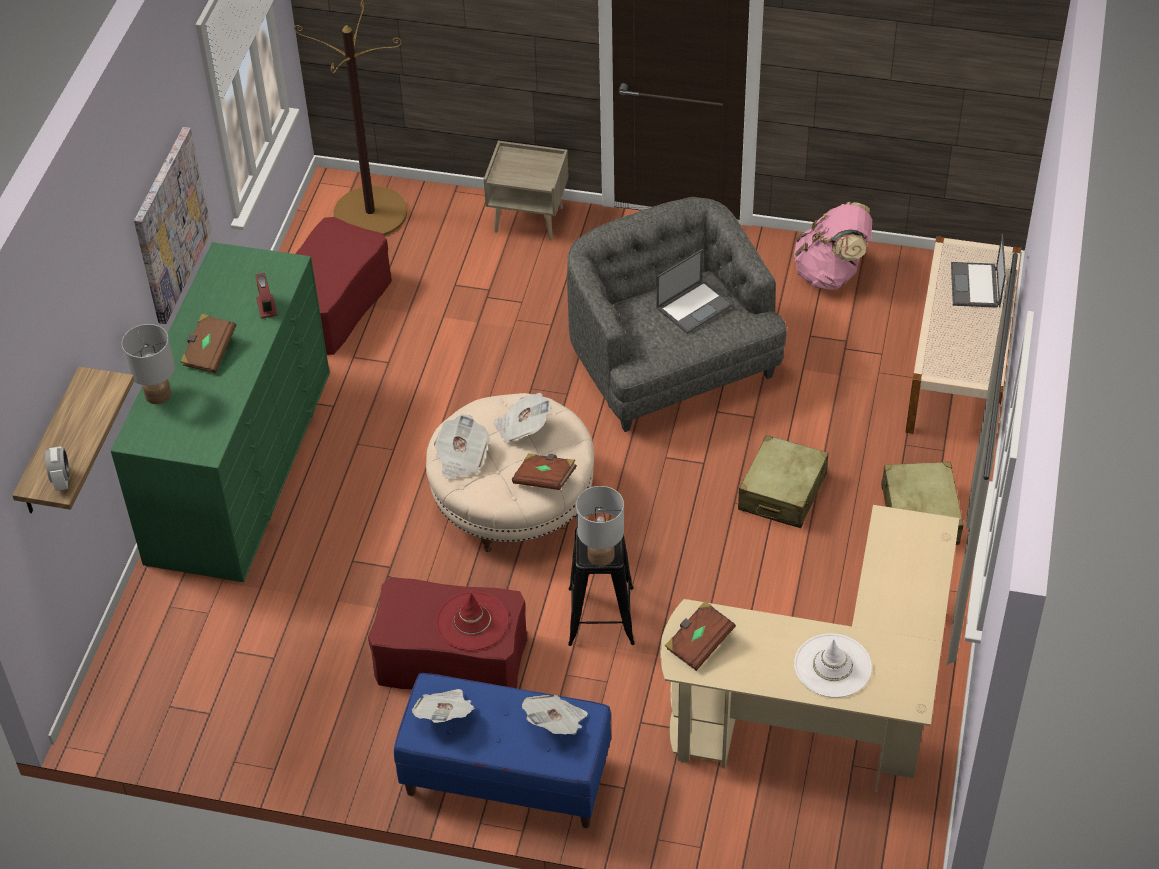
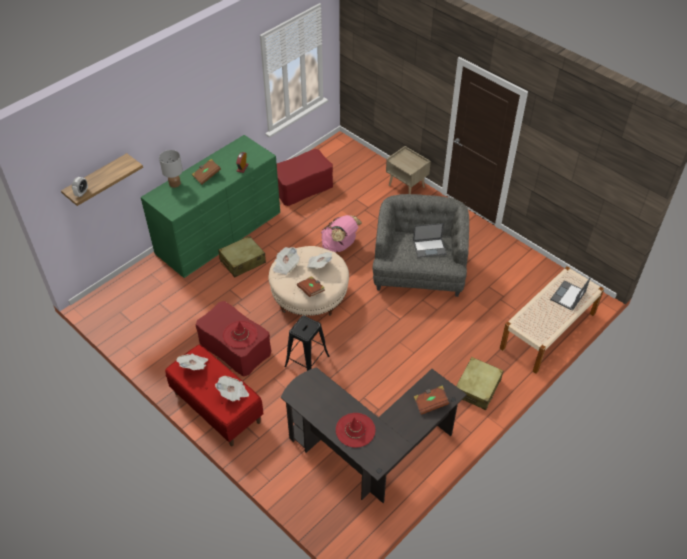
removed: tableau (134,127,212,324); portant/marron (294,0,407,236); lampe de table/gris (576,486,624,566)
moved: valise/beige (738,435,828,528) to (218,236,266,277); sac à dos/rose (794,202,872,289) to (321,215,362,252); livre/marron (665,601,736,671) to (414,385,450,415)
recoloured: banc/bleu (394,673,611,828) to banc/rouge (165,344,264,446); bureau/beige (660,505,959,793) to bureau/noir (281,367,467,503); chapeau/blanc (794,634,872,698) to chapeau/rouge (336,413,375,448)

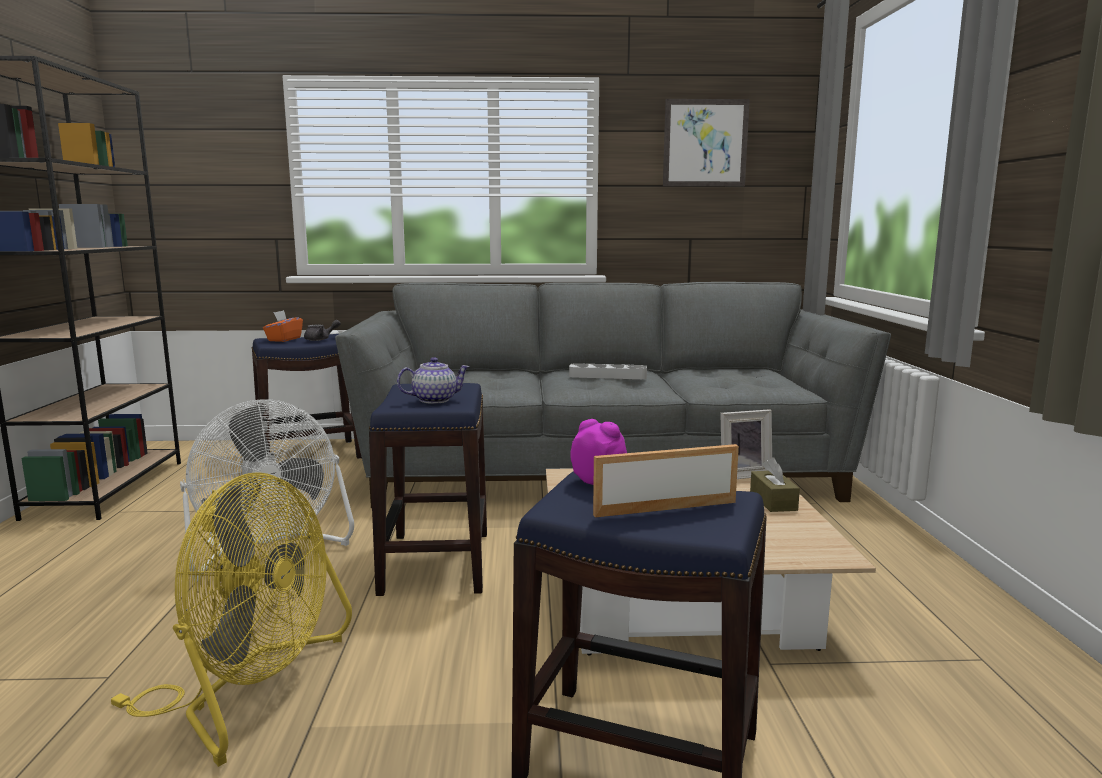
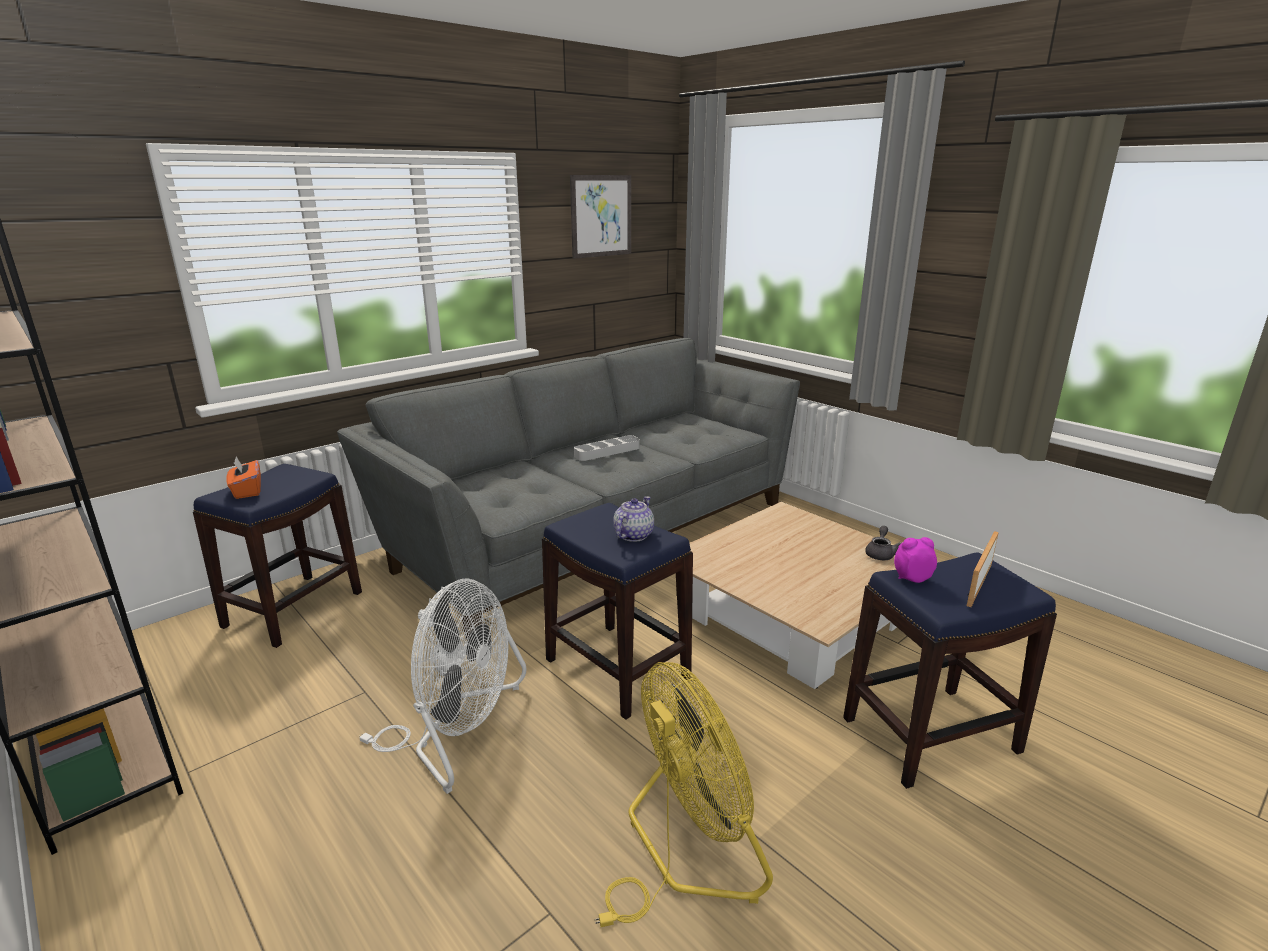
removed: cadre photo (720,409,772,479); boîte à mouchoirs/marron (750,457,800,512)
moved: théière/gris (304,320,341,341) to (865,526,902,560)

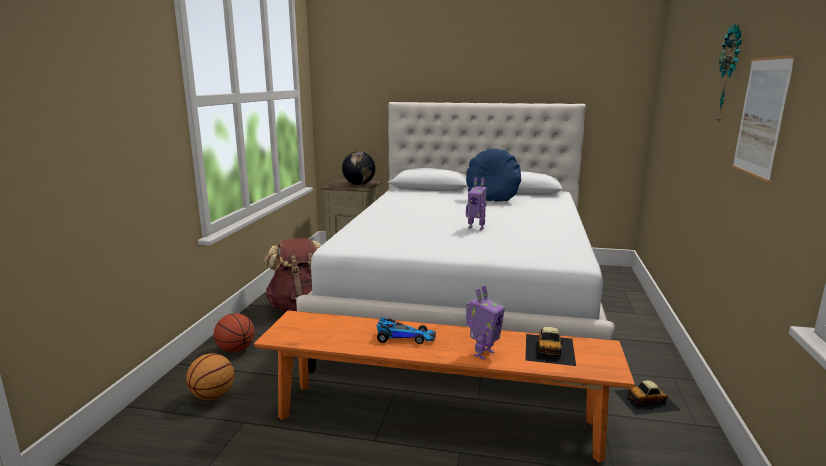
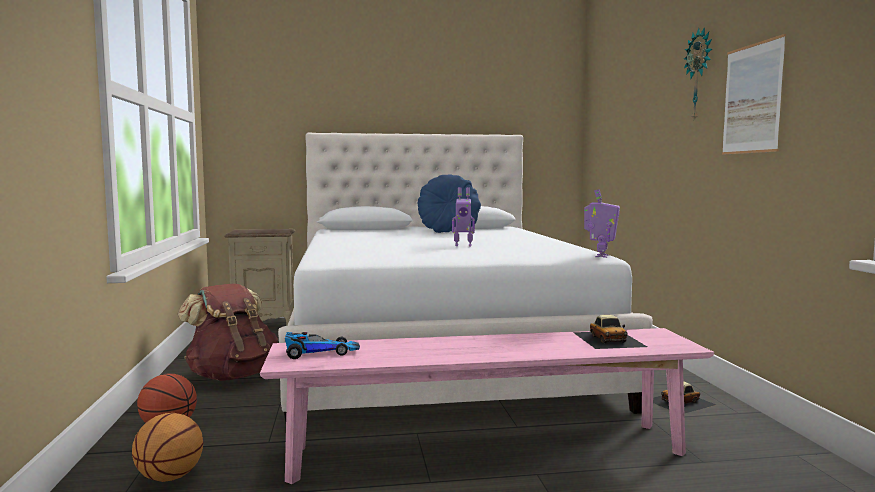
removed: globe (342,151,376,185)
moved: petite voiture (376,317,436,344) to (285,332,360,359); robot jouet (466,285,505,360) to (584,189,620,258)
recoloured: banc/orange (254,310,635,463) to banc/rose (260,328,714,484)

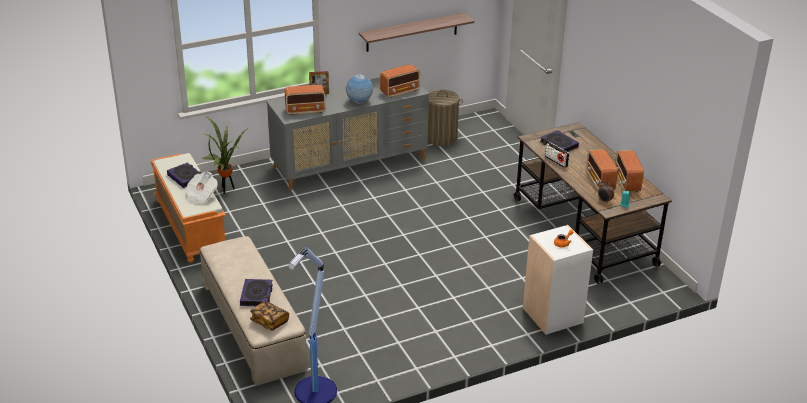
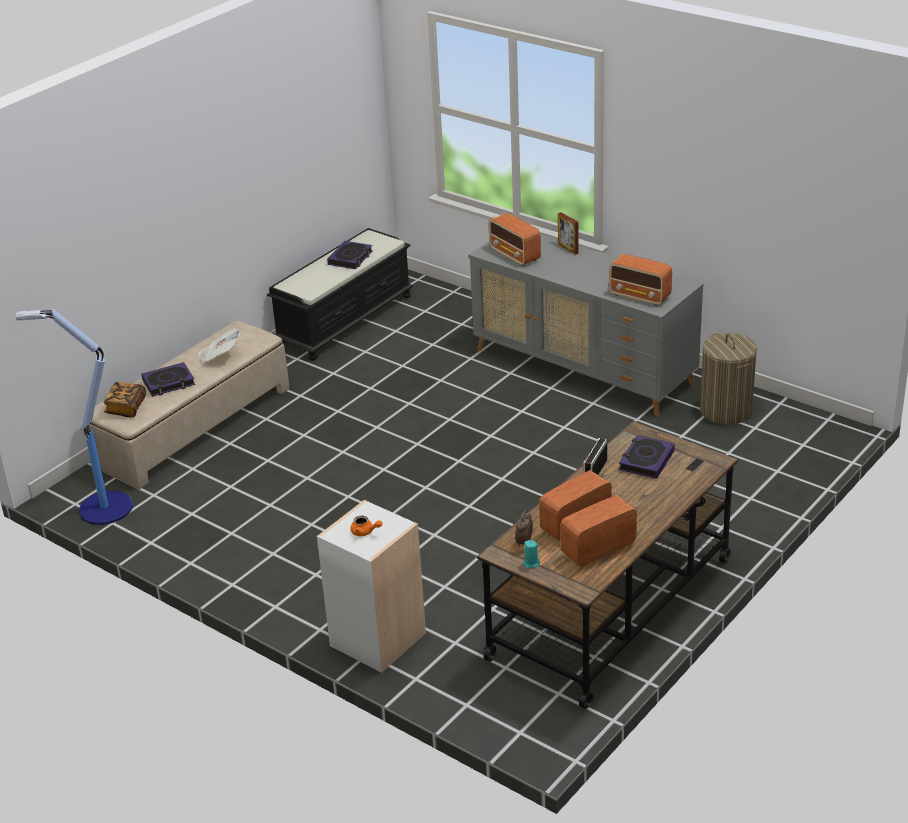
removed: plante en pot (202,117,248,194); globe (346,74,373,104); étagère (359,13,474,52)
moved: journal (186,172,218,204) to (198,328,241,364)
recoloured: banc/orange (150,153,226,263) to banc/noir (267,228,413,361)

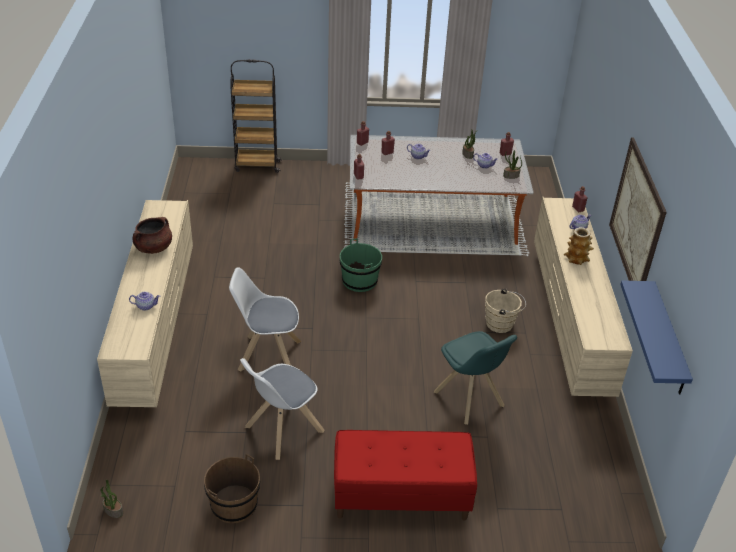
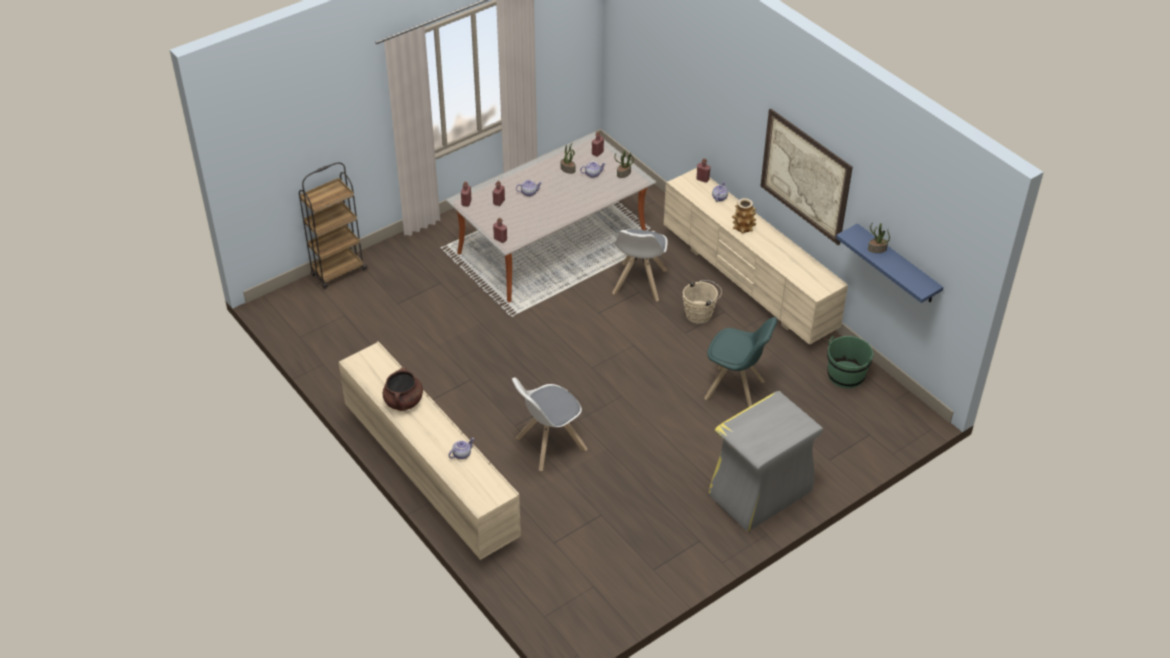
removed: seau/marron (204,454,260,523)
moved: chaise (240,358,324,460) to (612,229,668,302); seau/vert (339,238,382,292) to (827,336,874,388); plante en pot (101,480,123,518) to (868,223,890,253)
replaced: banc/rouge (334,430,477,521) to table de chevet/gris (709,391,823,531)

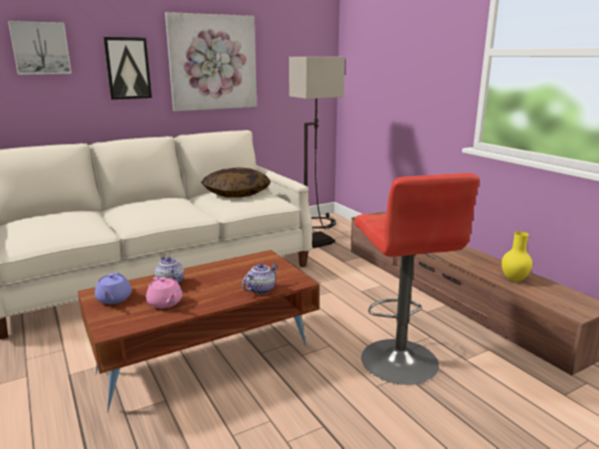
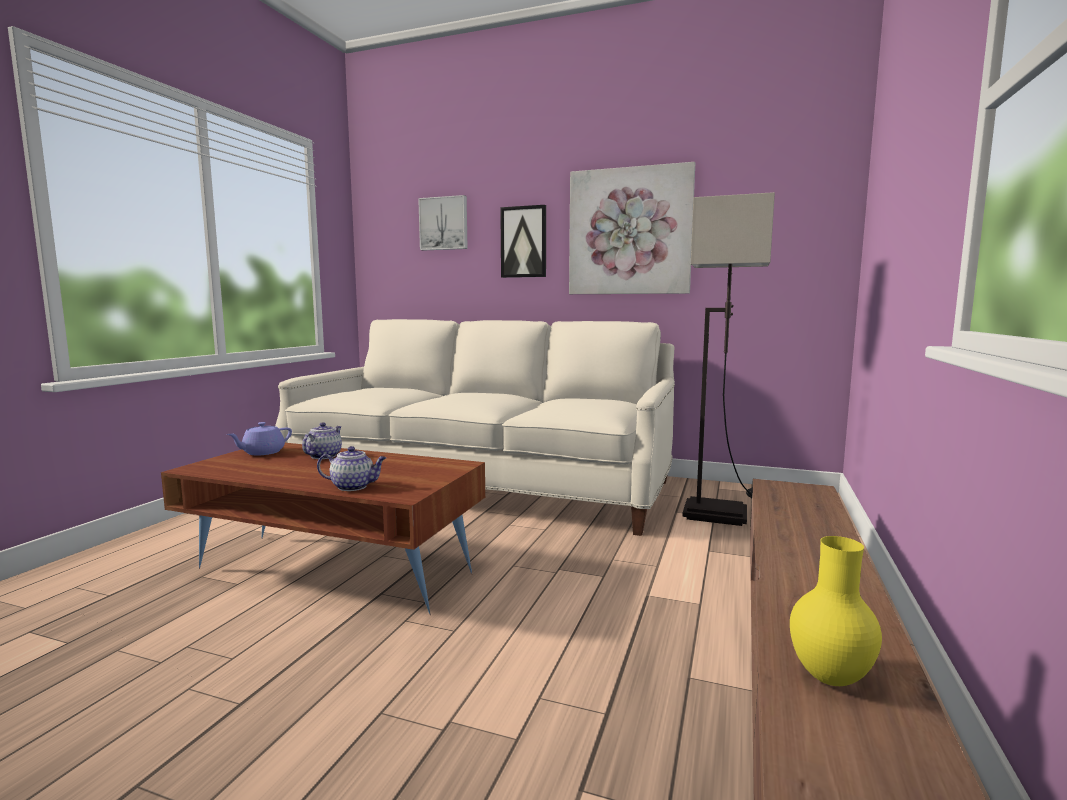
removed: théière/rose (146,277,183,308); coussin (201,167,271,198); tabouret/rouge (355,173,480,385)

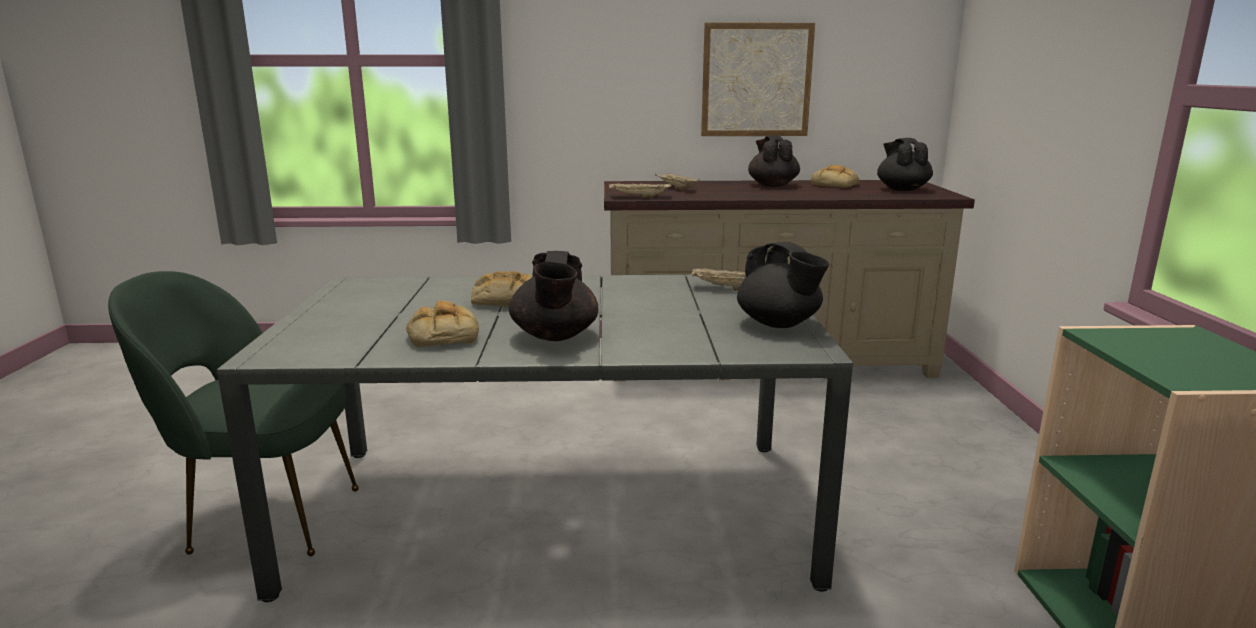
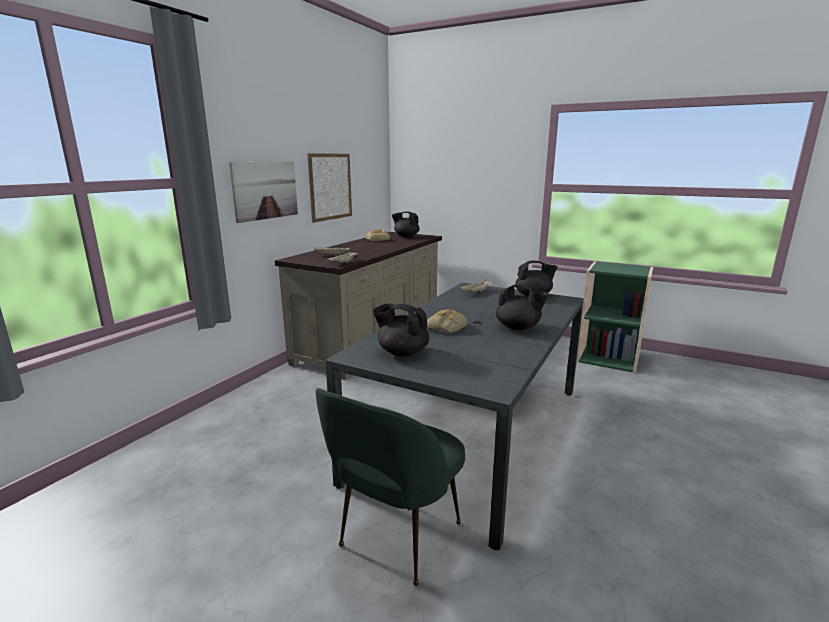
removed: pain (406,301,479,347)
added: tableau (229,161,298,223)
moved: théière/noir (748,135,800,187) to (372,304,429,357)

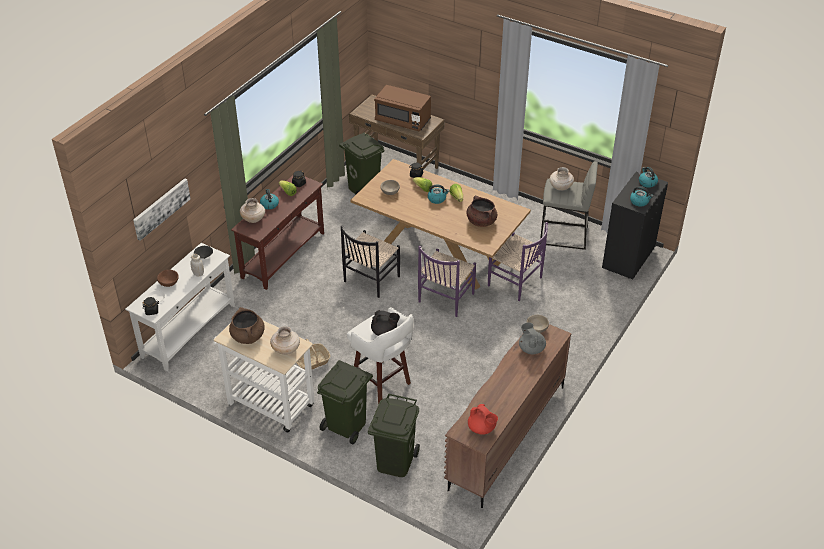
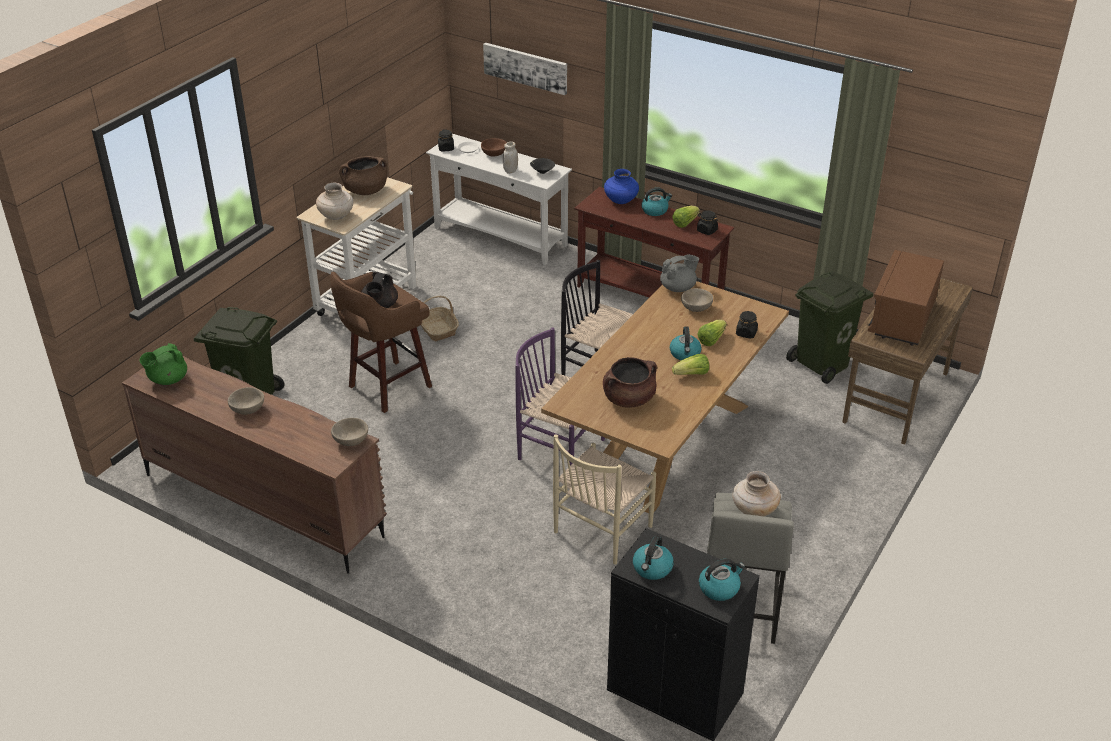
removed: poubelle/vert (317,360,373,445)
added: bol/beige (227,387,264,415)
moved: théière/gris (519,322,546,354) to (660,255,699,292)
recoloured: théière/rouge (468,404,498,435) to théière/vert (139,343,187,385); tabouret/blanc (347,307,413,404) to tabouret/marron (330,272,432,413); chaise/violet (488,222,548,301) to chaise/beige (553,434,656,565); vase/beige (240,198,265,223) to vase/bleu (604,169,639,204)

